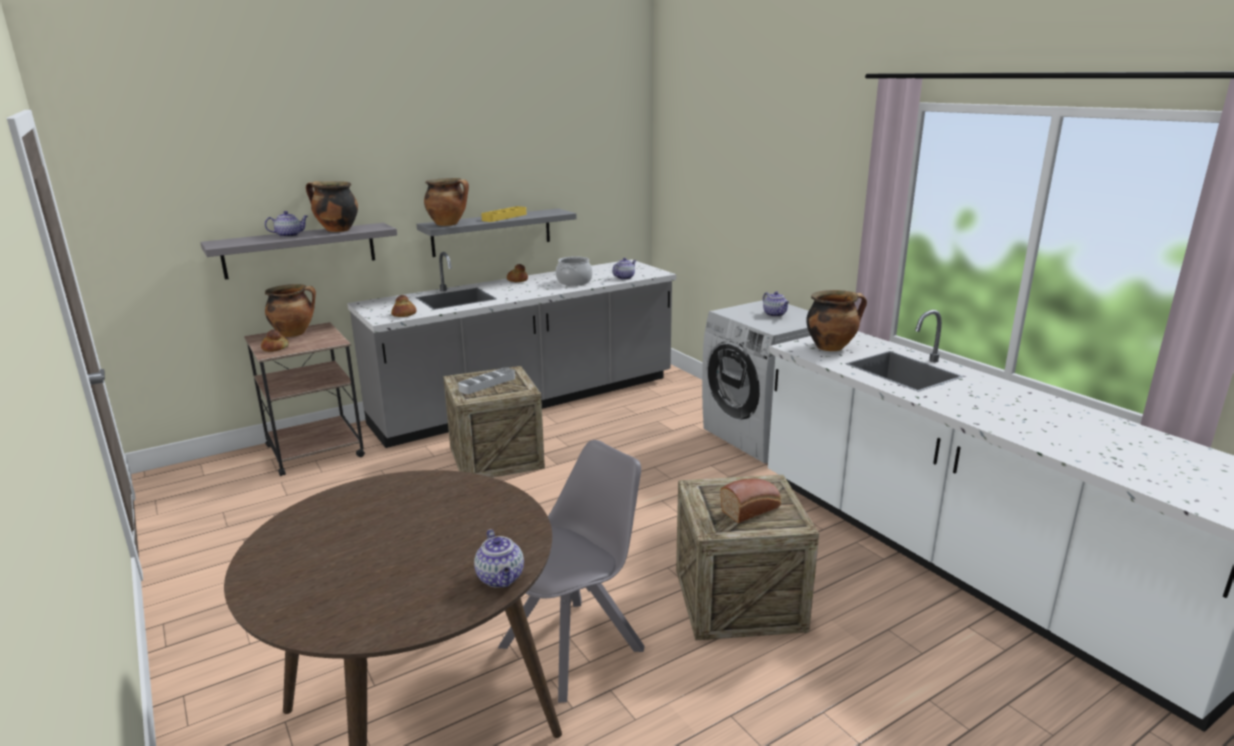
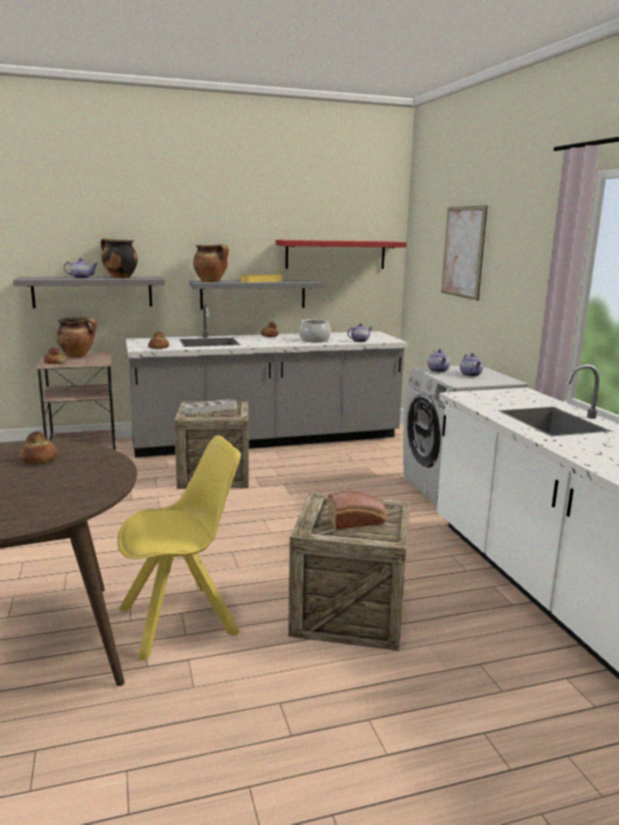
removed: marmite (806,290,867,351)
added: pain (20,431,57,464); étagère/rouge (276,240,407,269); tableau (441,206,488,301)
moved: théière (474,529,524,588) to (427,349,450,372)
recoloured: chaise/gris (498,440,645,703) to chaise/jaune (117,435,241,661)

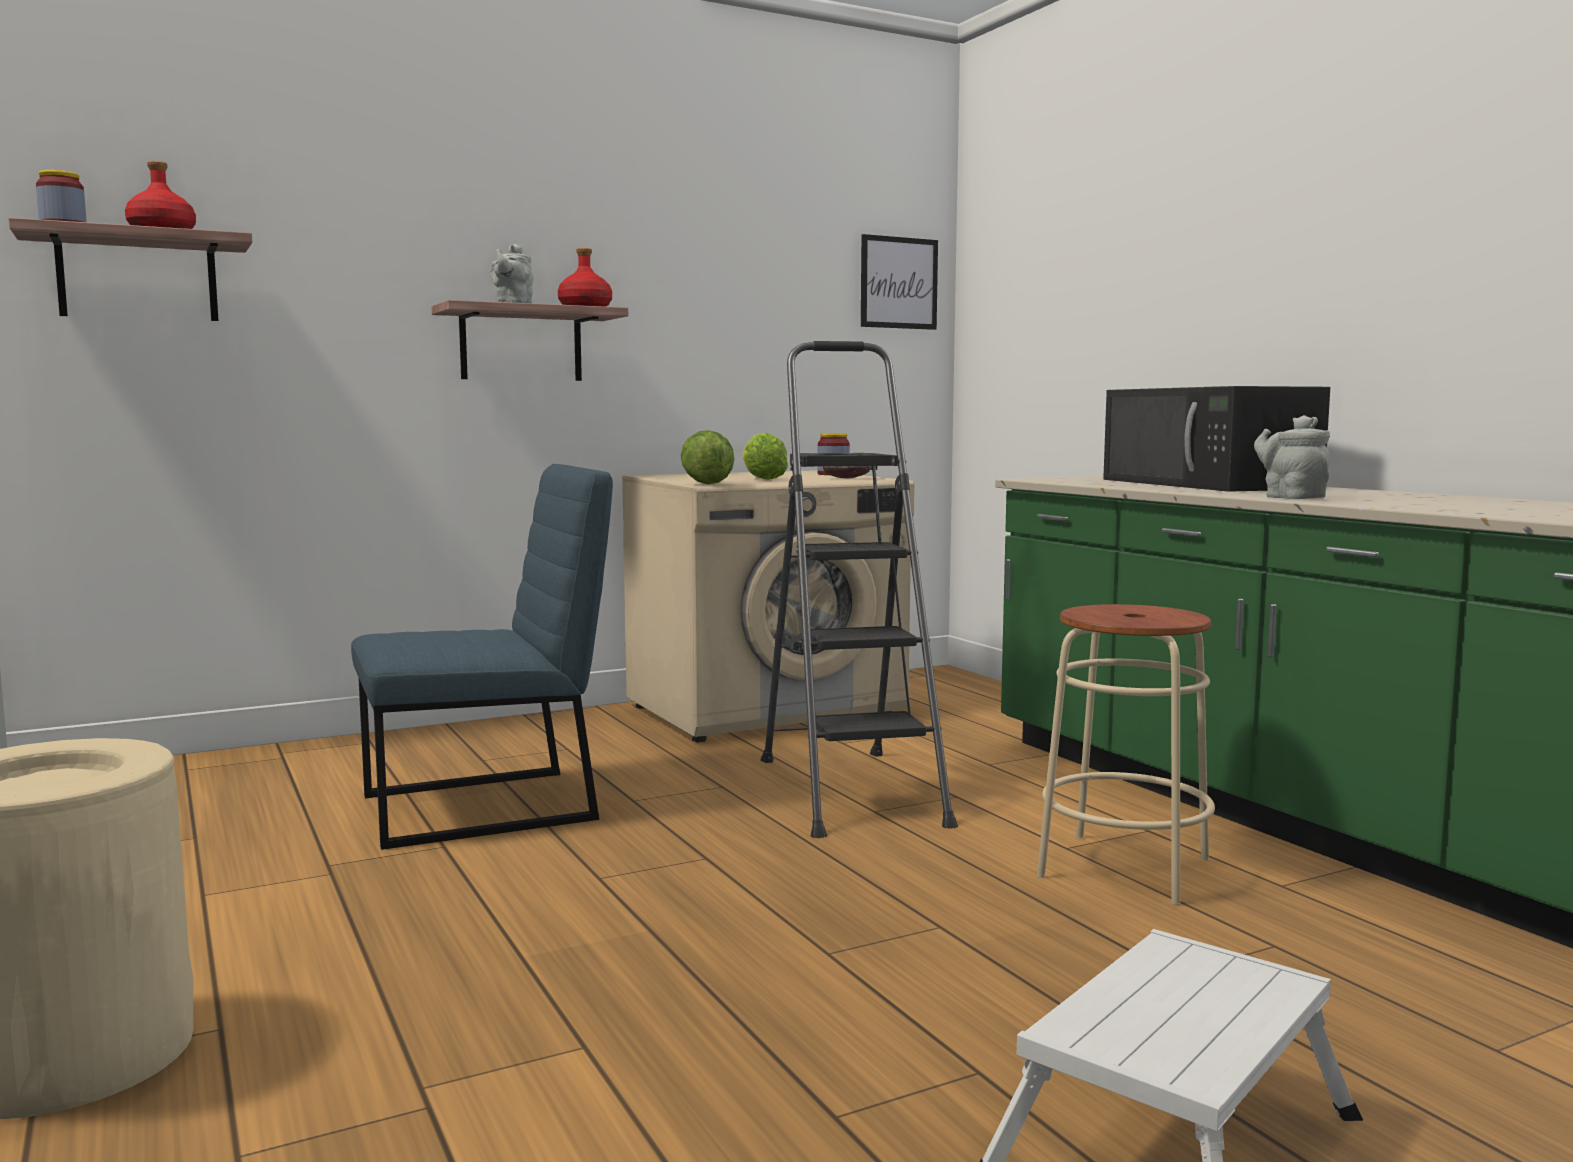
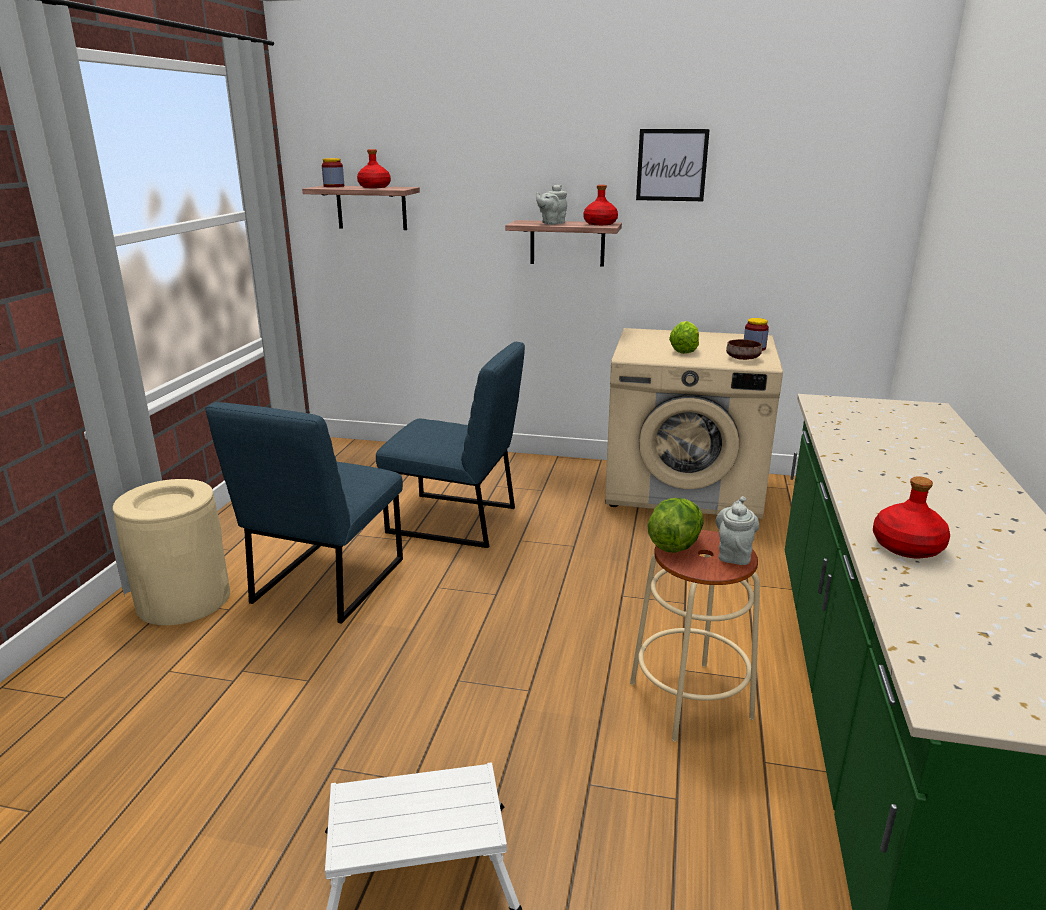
removed: escabeau (760,341,958,838); micro-ondes/noir (1103,386,1330,492)
added: chaise/bleu (205,402,403,624); bouteille/rouge (873,476,950,559)
moved: tableau (861,234,938,330) to (636,129,710,201); laitue (681,430,734,484) to (647,498,704,553); théière/gris (1254,415,1330,499) to (716,496,759,565)

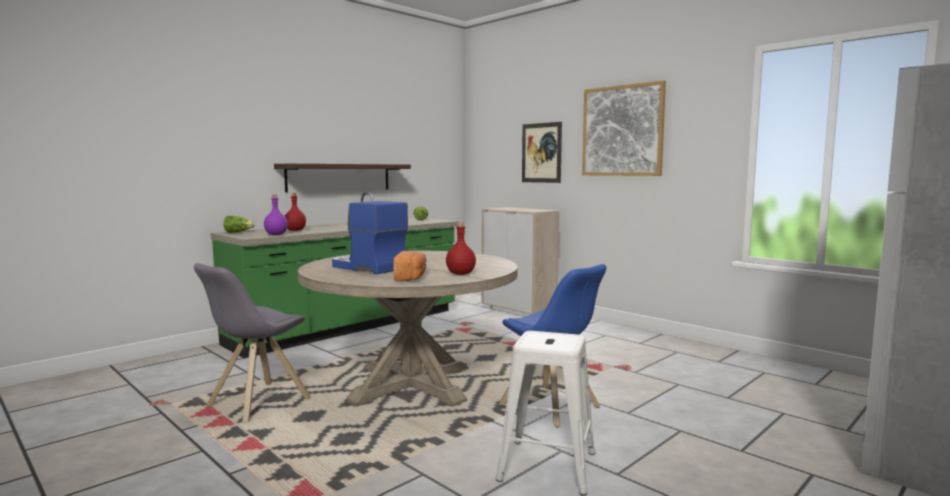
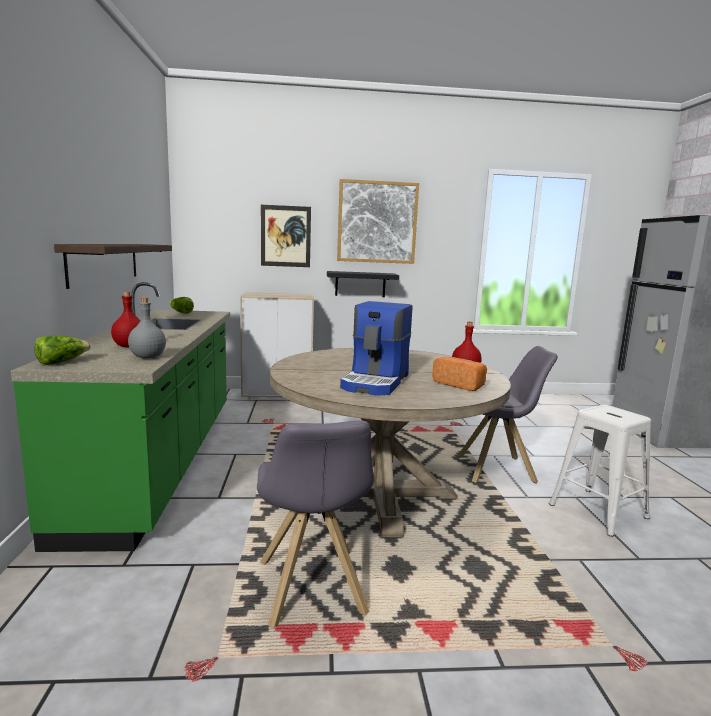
added: étagère/noir (327,271,399,297)
recoloured: bouteille/violet (264,195,288,235) to bouteille/gris (128,297,166,358); chaise/bleu (499,264,607,428) to chaise/gris (458,346,558,483)
turned: machine à café (332,201,408,274) = (340,301,412,396) 60 degrees counterclockwise

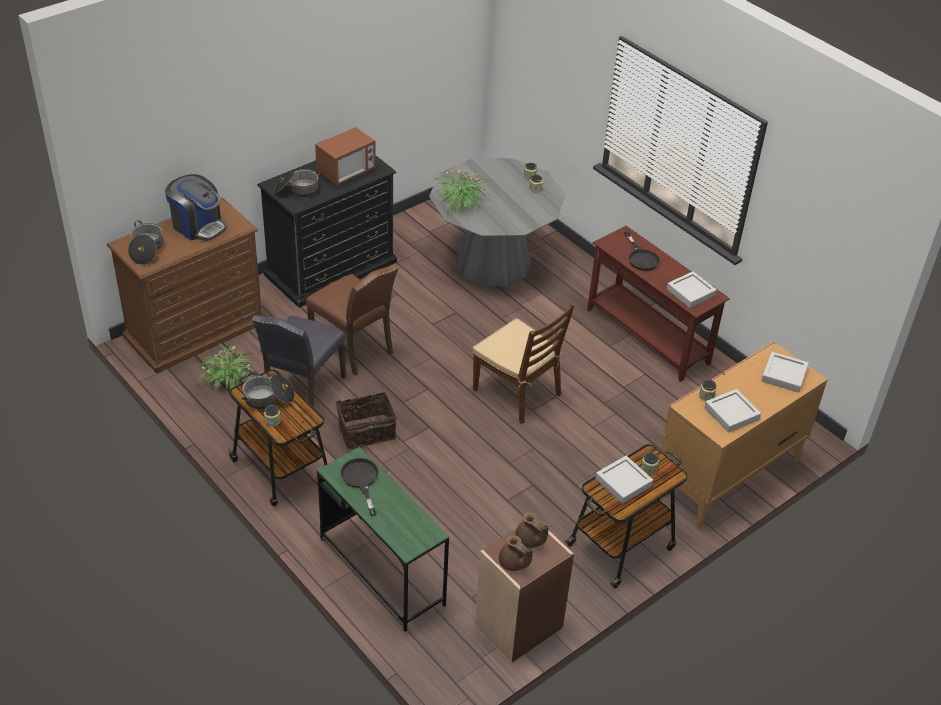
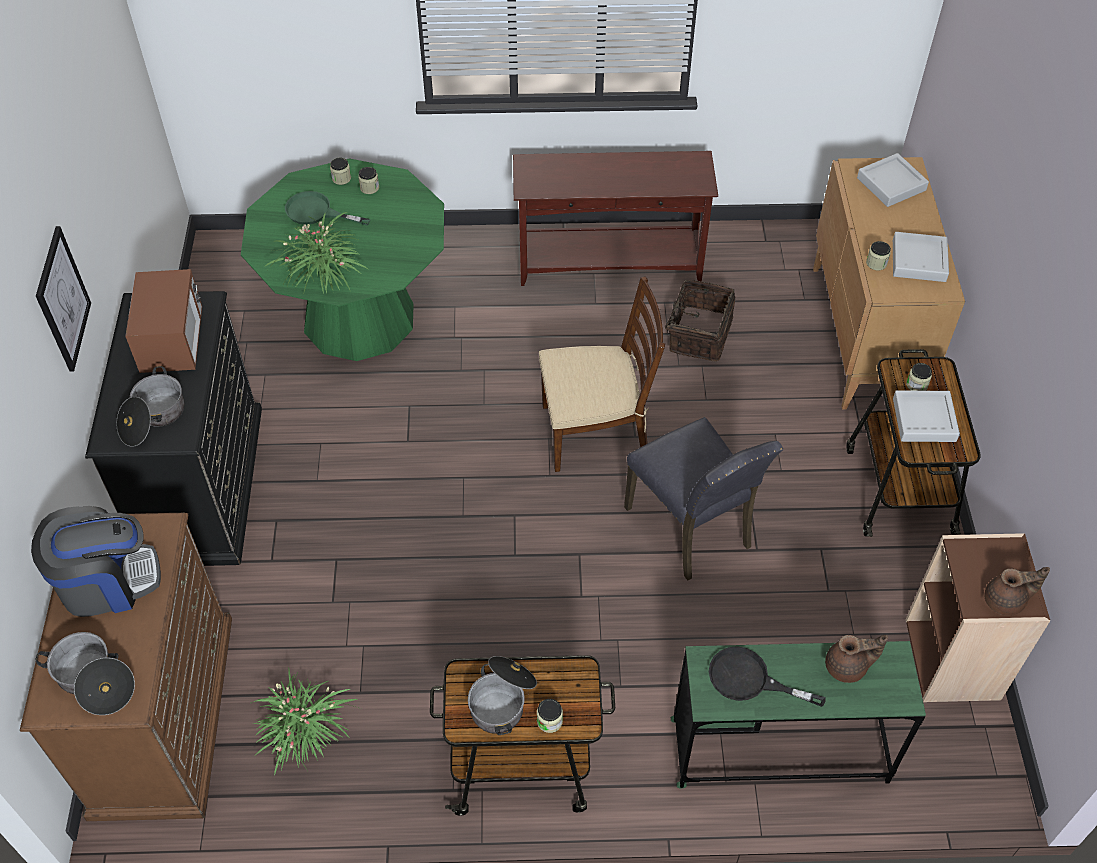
removed: chaise/marron (306,264,399,376); poêle/noir (624,231,660,271); plateau/gris (667,271,717,308)
added: tableau (36,226,91,372); poêle/vert (285,191,371,226)
moved: chaise/gris (252,315,346,419) to (624,417,783,581); panier (336,392,397,450) to (660,280,735,362); théière/marron (515,513,549,548) to (825,635,888,683)
recoloured: table à manger/gris (429,158,565,287) to table à manger/vert (241,158,444,361)

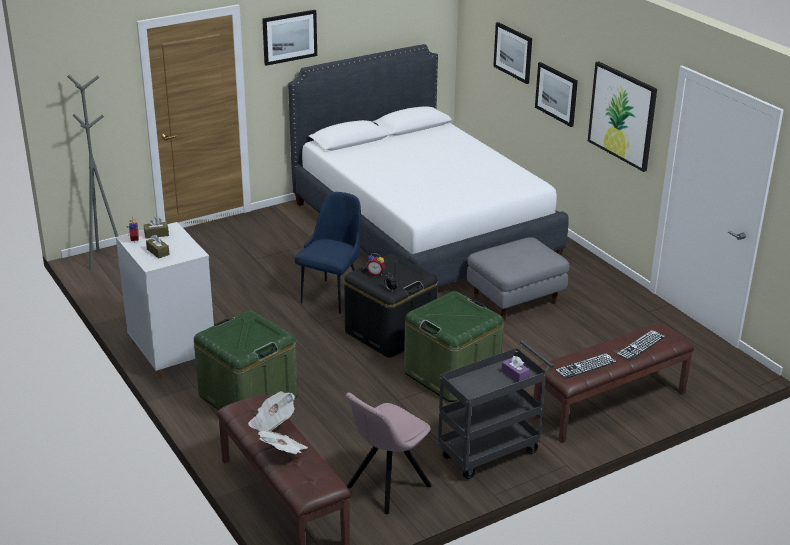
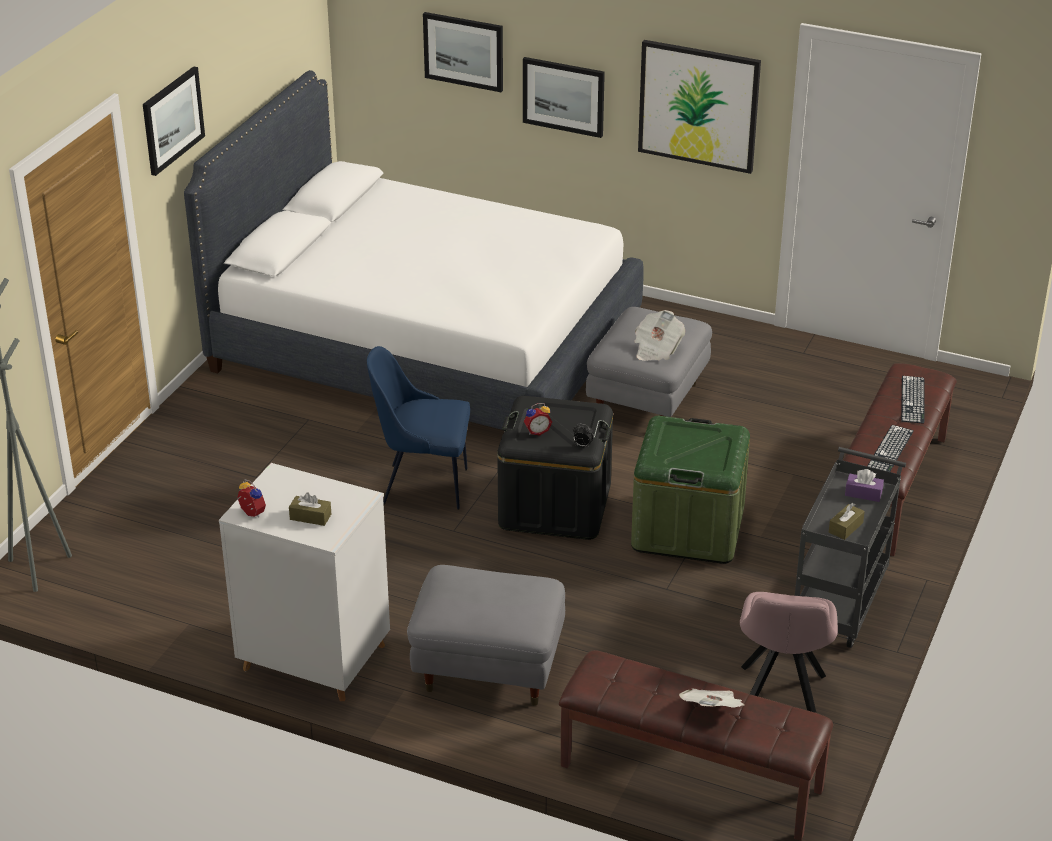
moved: journal (248,391,295,432) to (634,310,685,361); boîte à mouchoirs/marron (144,217,169,239) to (829,503,865,540)
replaced: boîte de rangement/vert (194,310,298,410) to pouf/gris (407,565,565,706)
turned: chaise/bleu (295,192,361,314) = (367,346,470,510) 75 degrees counterclockwise

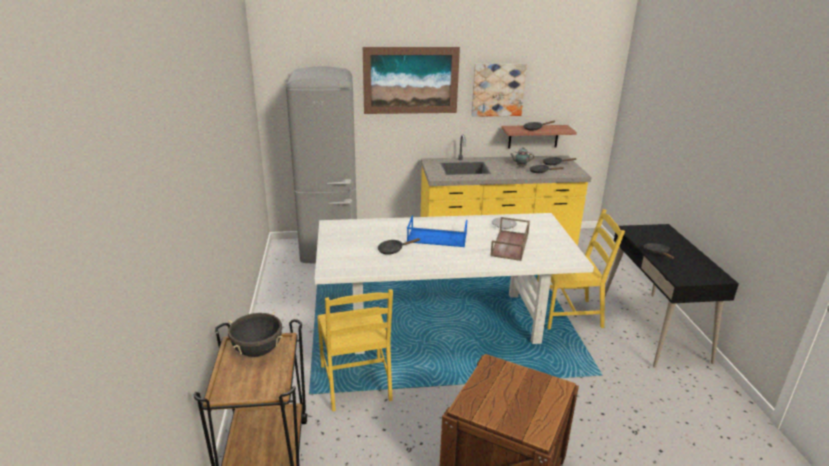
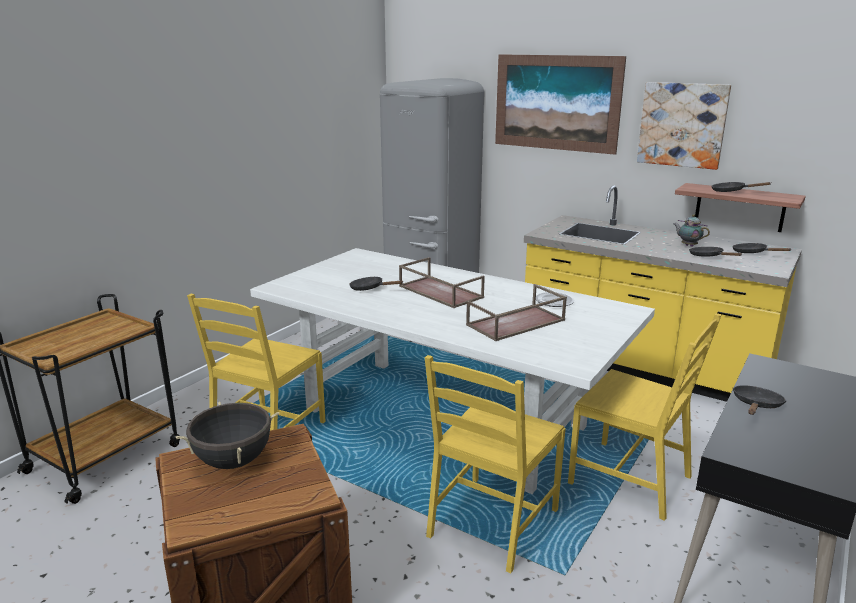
added: chaise/jaune (424,355,566,573)
moved: marmite/noir (228,311,283,357) to (176,402,279,469)
recoloured: plateau/bleu (407,216,467,247) to plateau/marron (399,257,485,308)

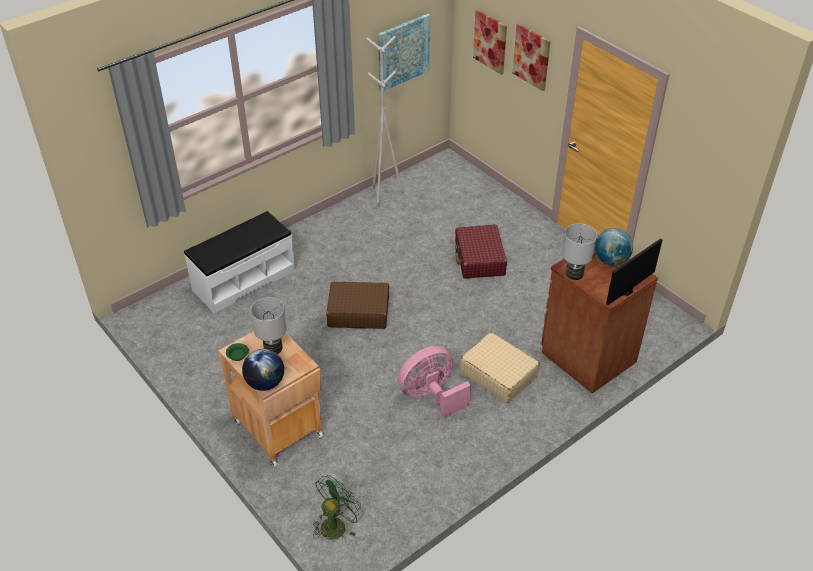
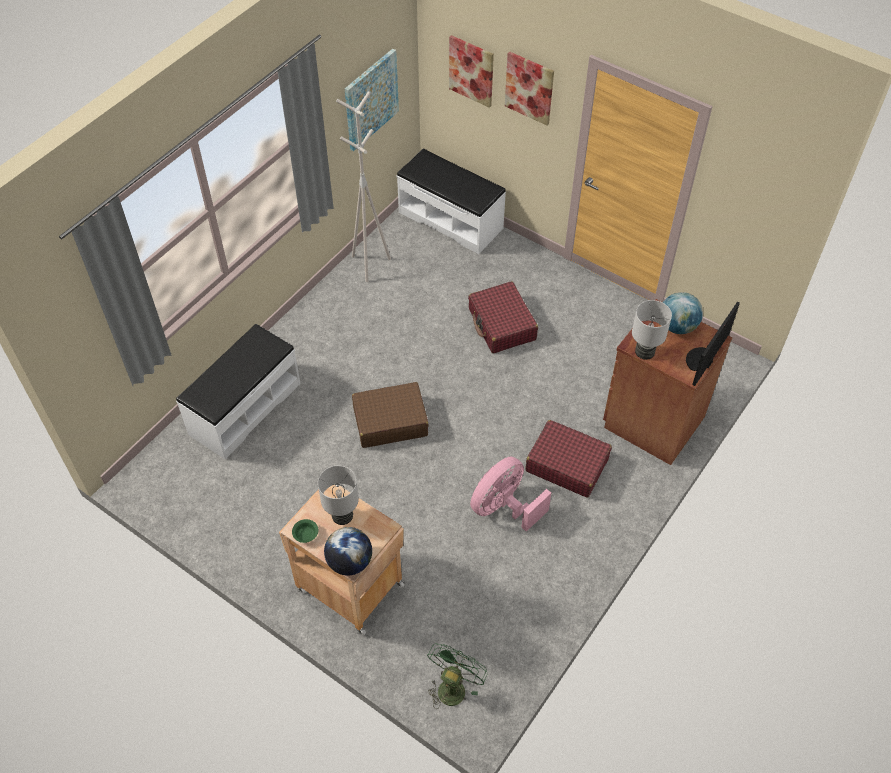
added: banc/blanc (397,148,506,254)
recoloured: valise/beige (460,332,540,403) to valise/rouge (525,420,612,498)

